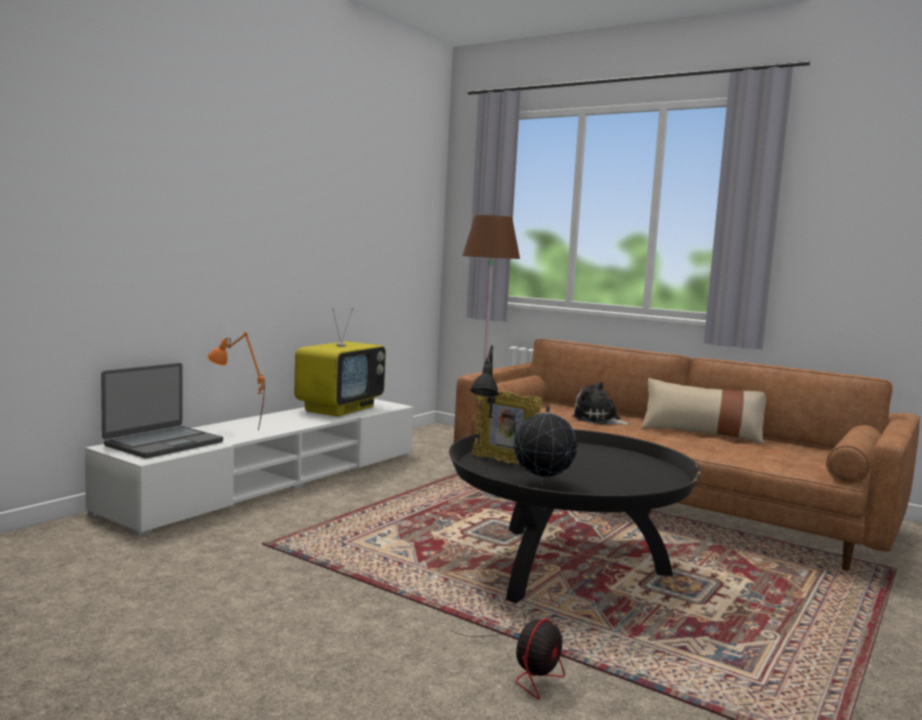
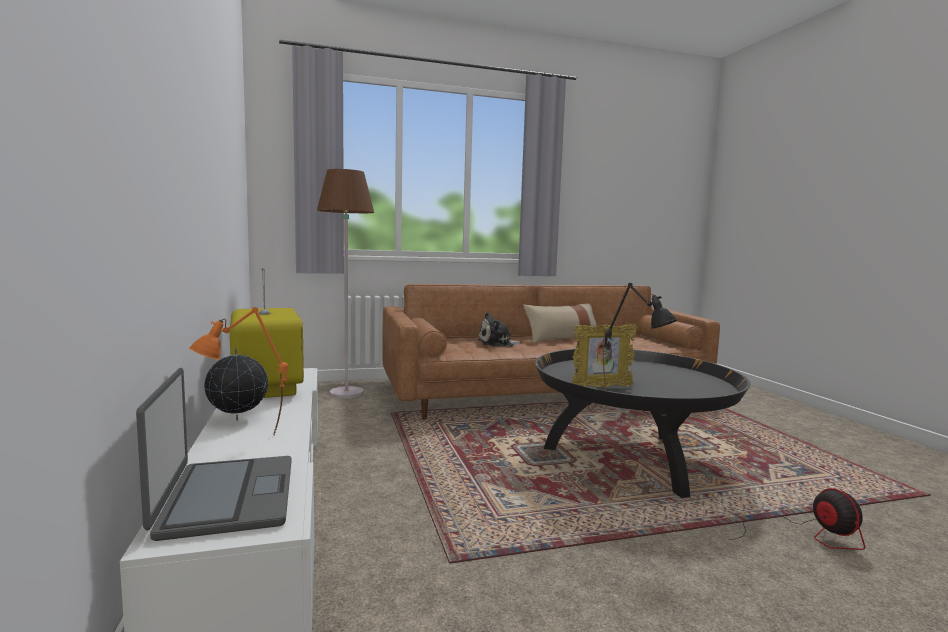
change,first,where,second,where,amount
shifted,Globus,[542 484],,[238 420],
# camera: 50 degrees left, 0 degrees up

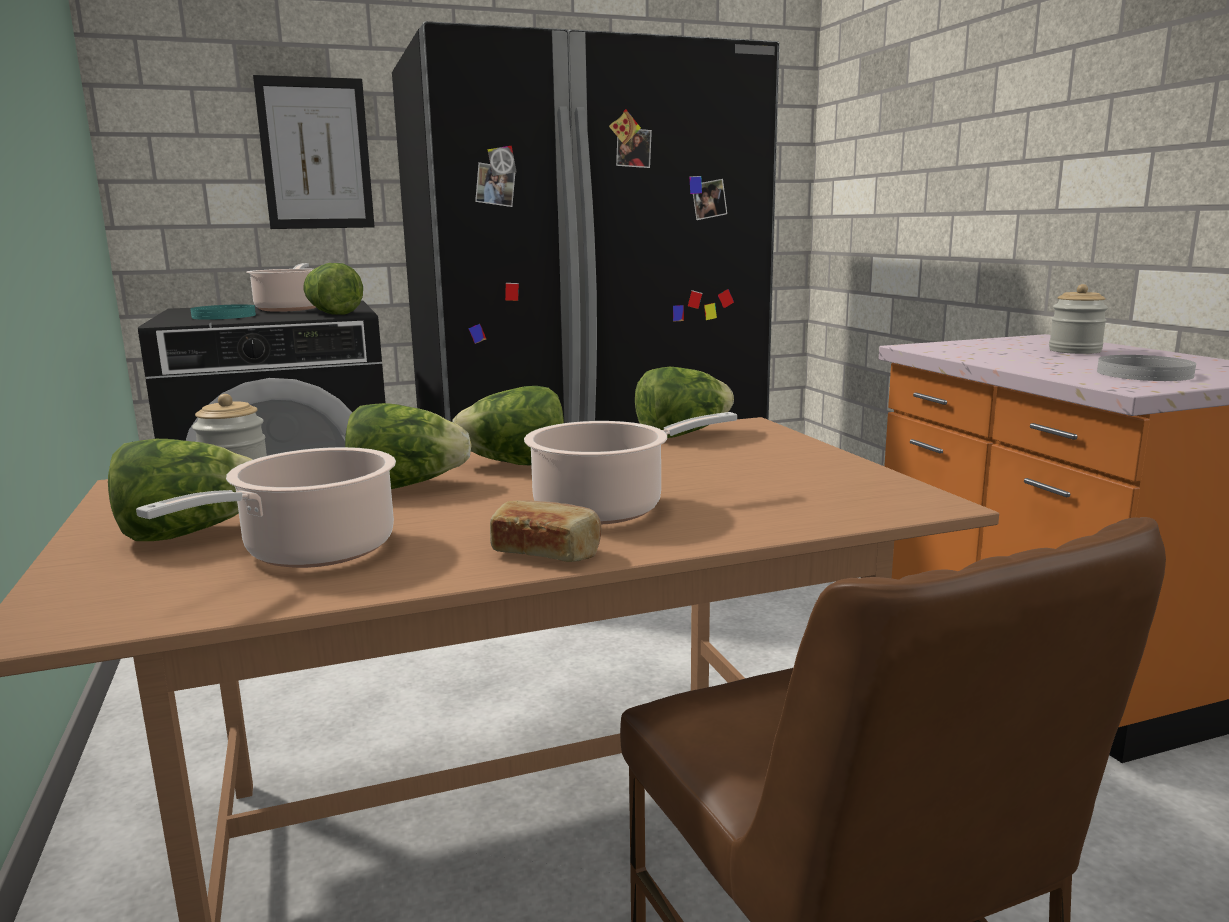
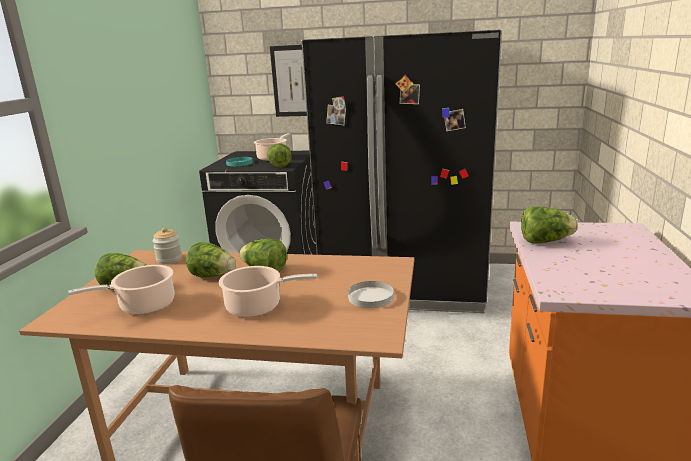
change,first,where,second,where,amount
gone,Brot,[547 553],,,
shifted,Salatkopf,[682 434],,[545 241],
gone,Vorratsglas,[1074 351],,,
shifted,Teller [weiß],[1144 373],,[371 297],
# camera: 30 degrees right, 5 degrees up

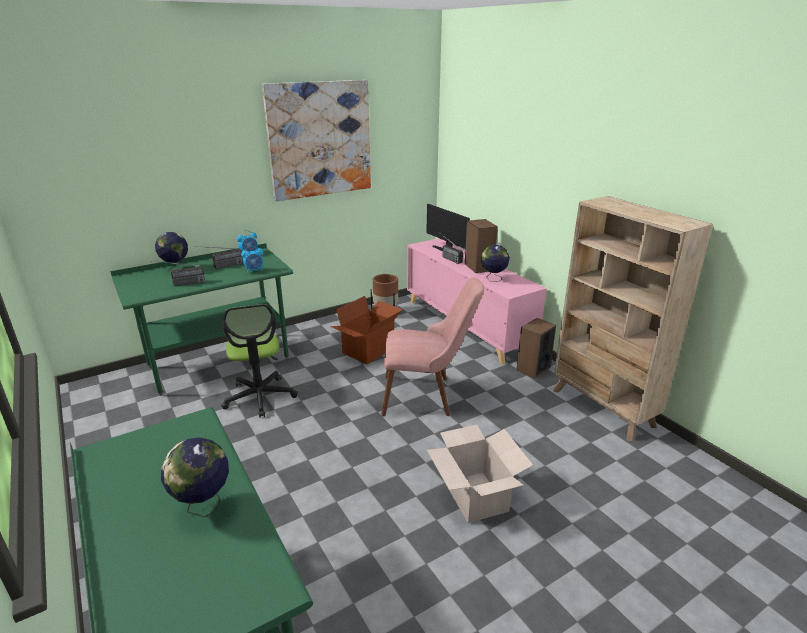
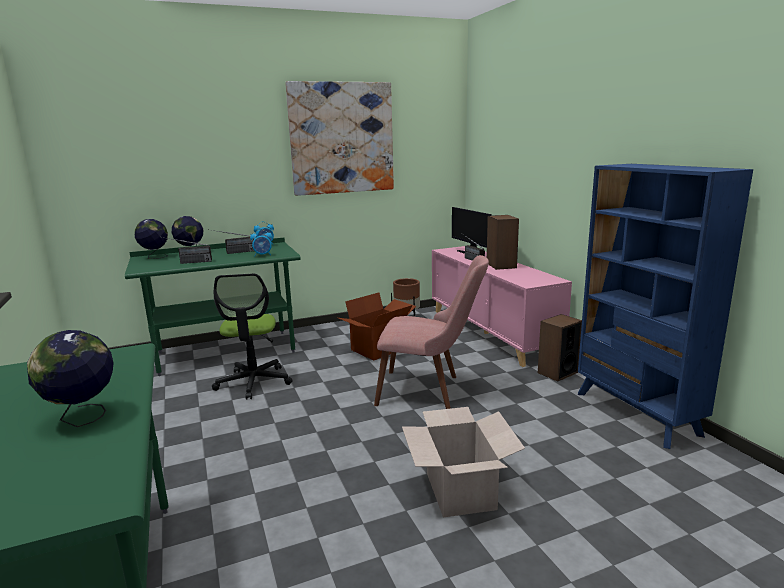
change,first,where,second,where,amount
shifted,Globus,[493 279],,[154 257],
repainted,Bücherregal [beige],[602 408],Bücherregal [blau],[636 414],
# camera: 10 degrees right, 10 degrees down

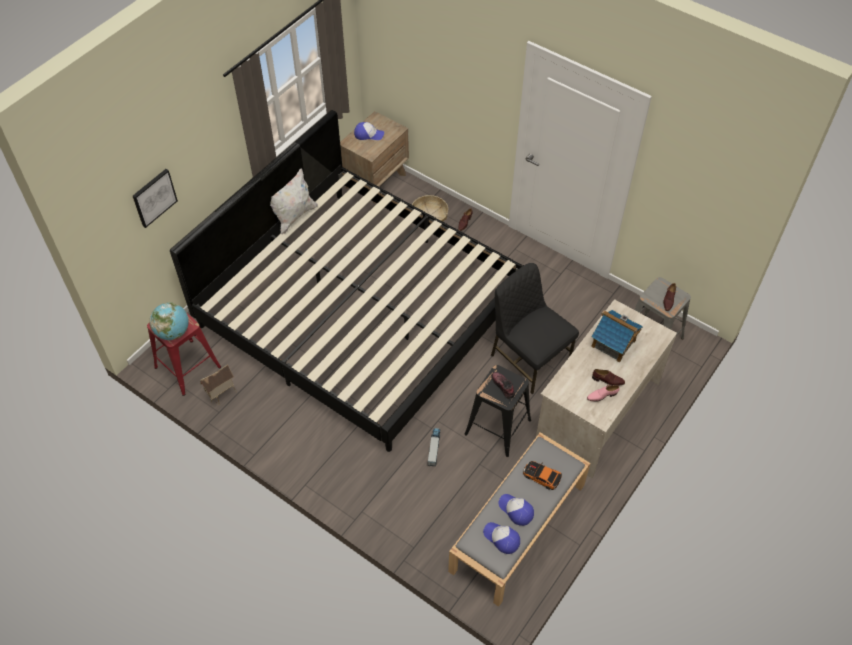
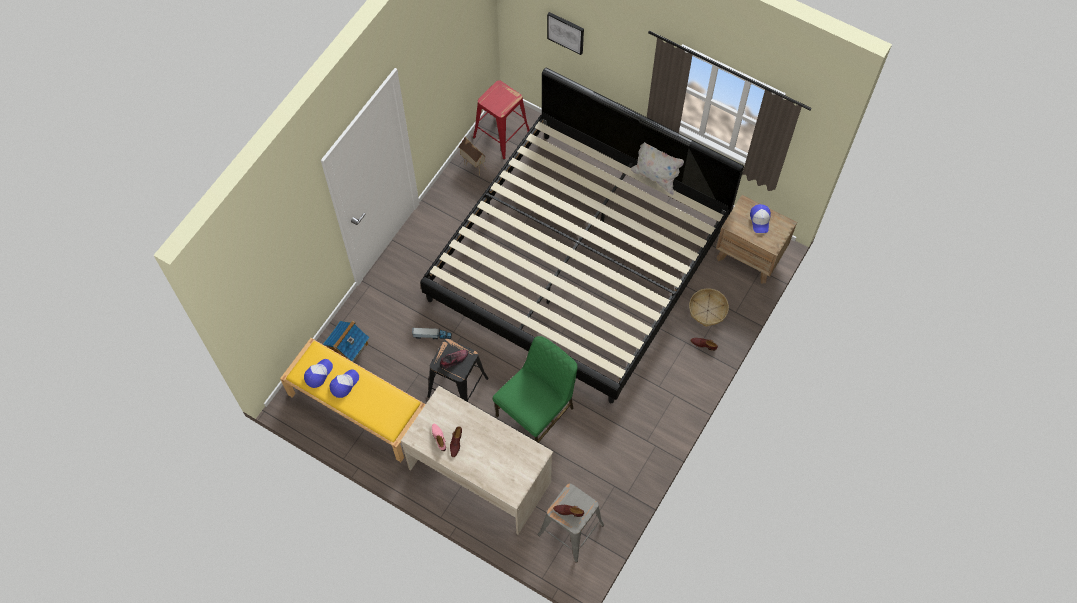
change,first,where,second,where,amount
gone,Globus,[173 332],,,
repainted,Bank [grau],[518 528],Bank [gelb],[357 407],
repainted,Stuhl [schwarz],[528 358],Stuhl [grün],[536 412],
gone,Spielzeugauto,[541 477],,,
shifted,Spielzeughaus,[613 343],,[348 348],
# camera: 85 degrees right, 10 degrees up

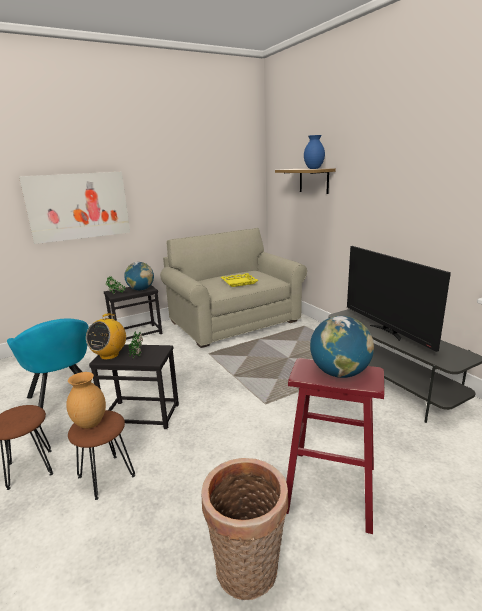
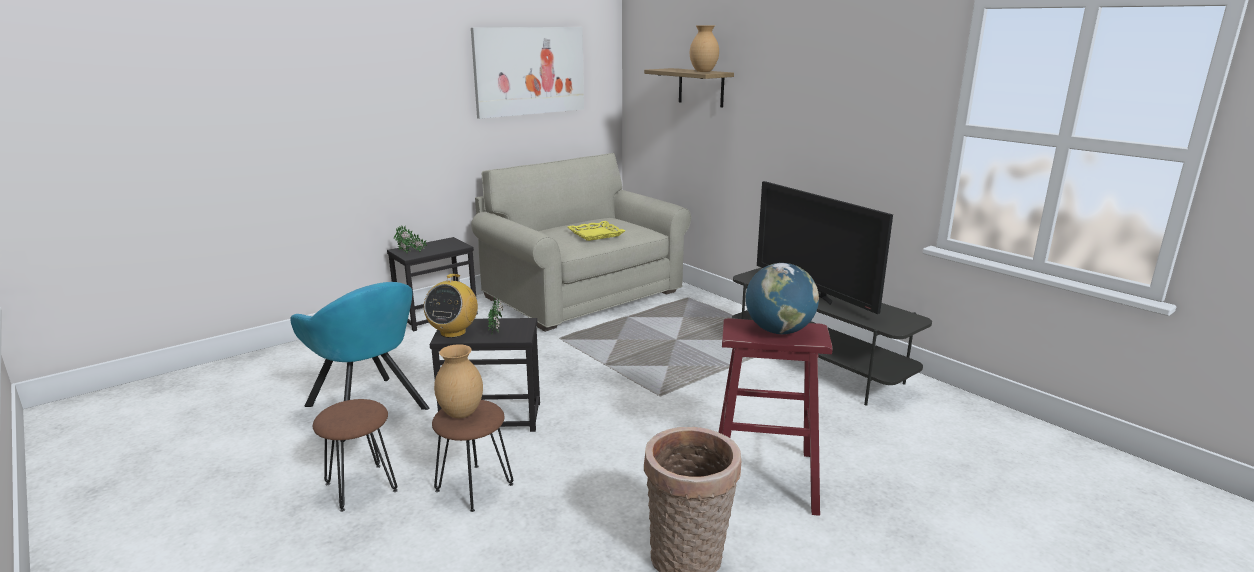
change,first,where,second,where,amount
shifted,Bild,[78 206],,[529 71],
gone,Globus,[141 289],,,
repainted,Vase [blau],[314 168],Vase [braun],[703 71],
# camera: 10 degrees left, 0 degrees up

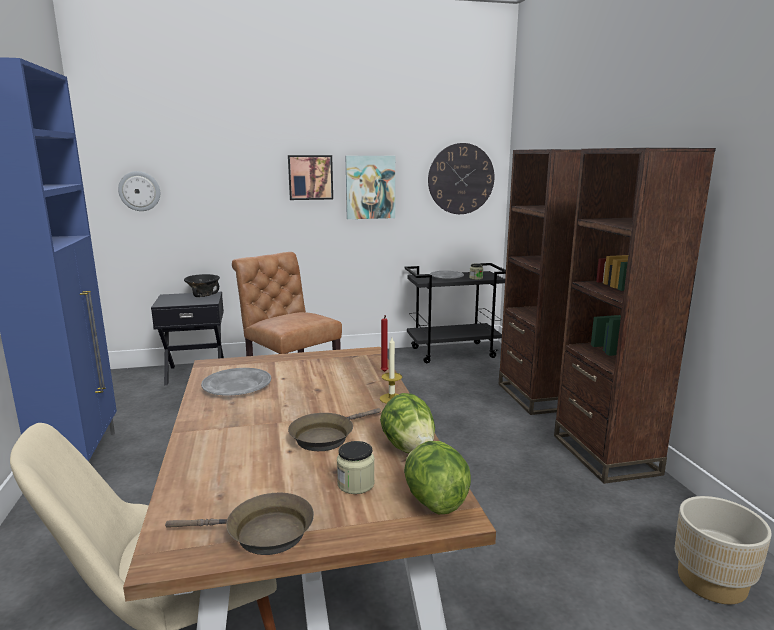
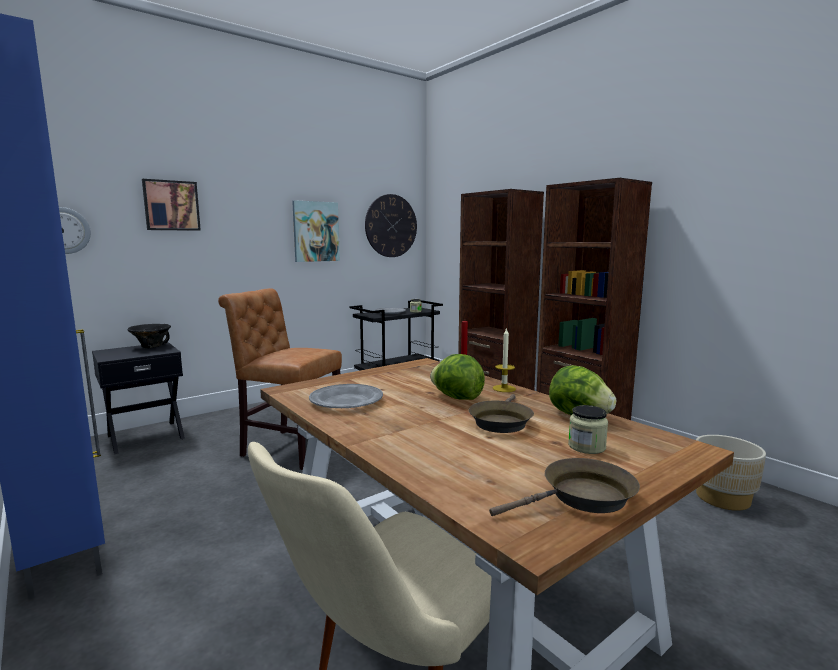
change,first,where,second,where,amount
shifted,Bild,[310 177],,[171 205],
shifted,Salatkopf,[433 501],,[457 398],
# camera: 25 degrees left, 5 degrees down

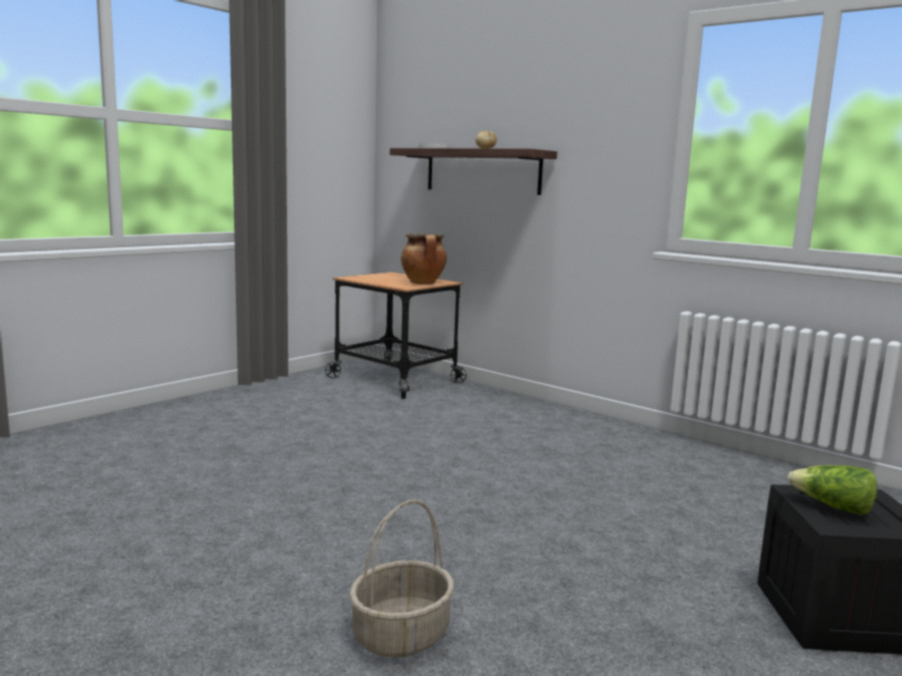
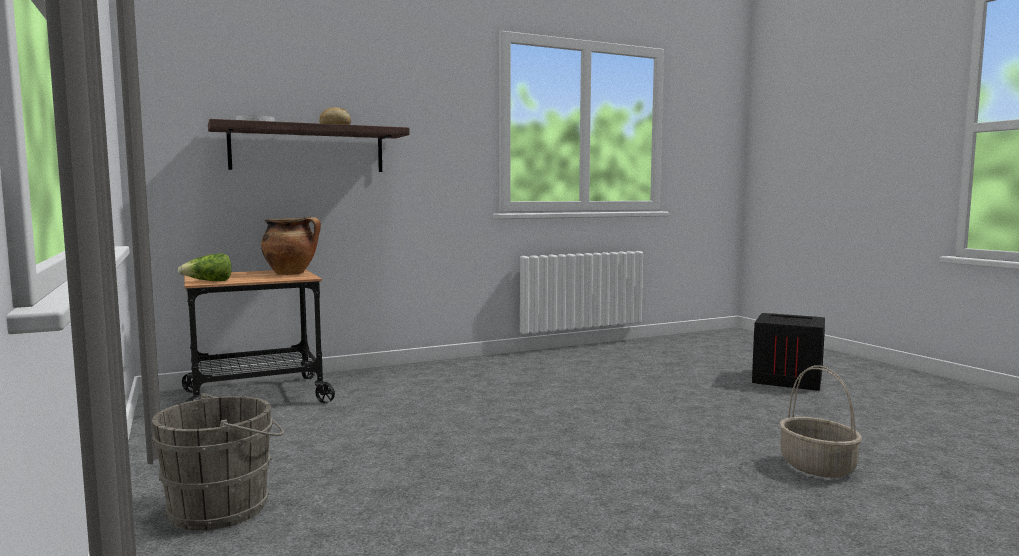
change,first,where,second,where,amount
shifted,Salatkopf,[833 507],,[208 281],
new,,,Eimer [grau],[225 507],
# camera: 65 degrees left, 5 degrees down

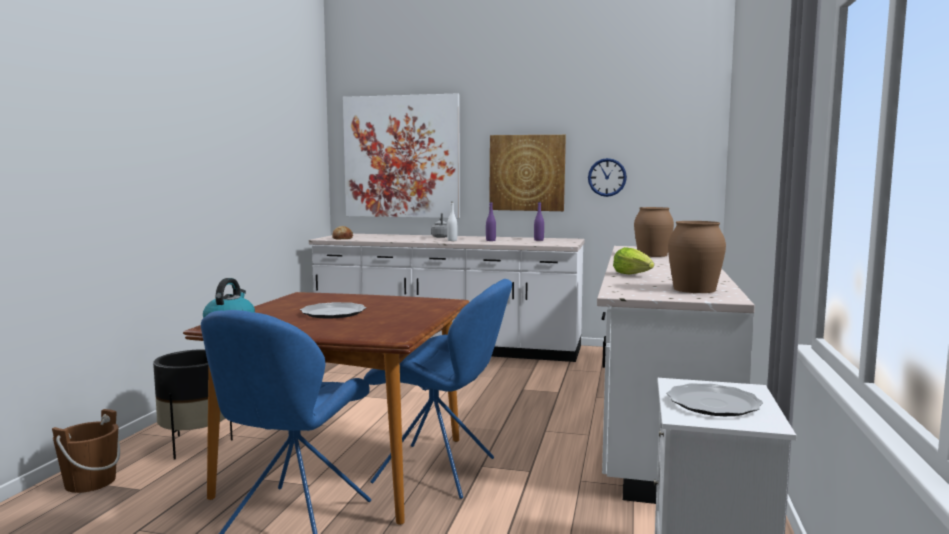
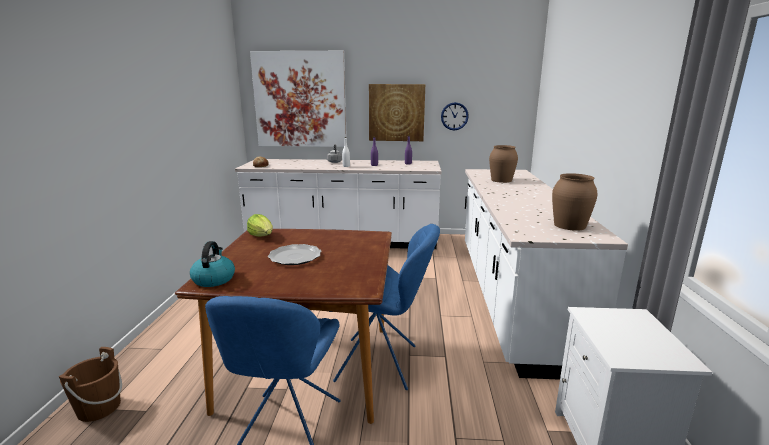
change,first,where,second,where,amount
gone,Pflanzkübel [schwarz],[195 444],,,
shifted,Salatkopf,[633 275],,[262 236],
gone,Teller,[712 403],,,
# camera: 10 degrees left, 10 degrees up

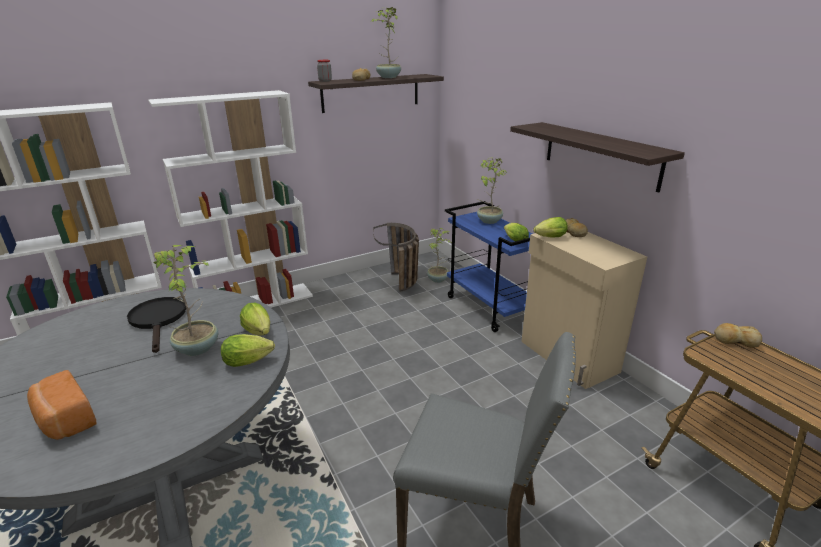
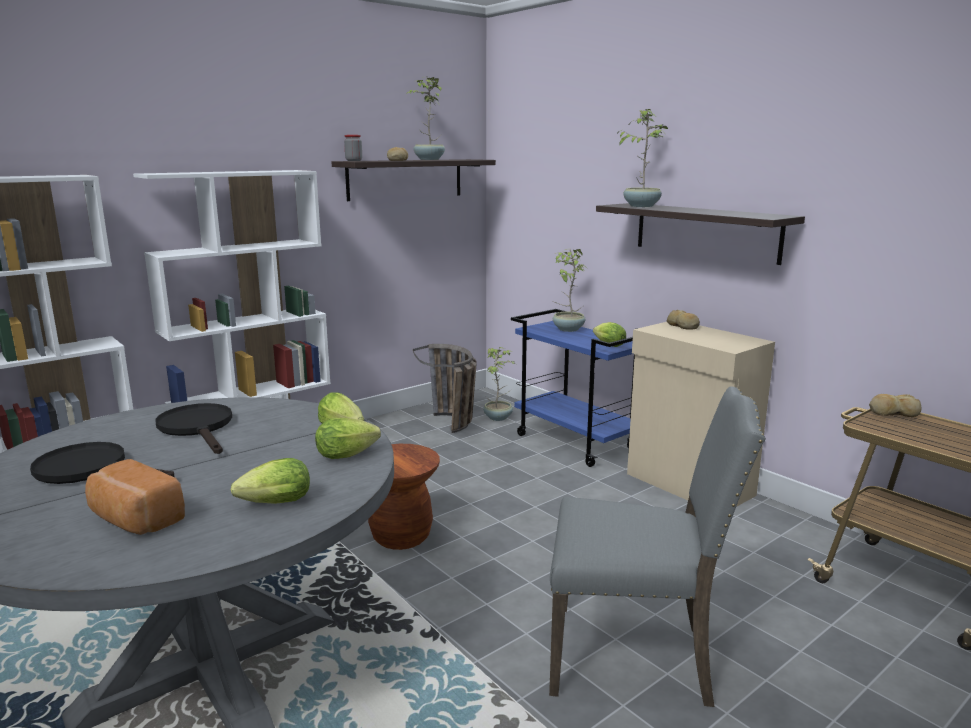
change,first,where,second,where,amount
shifted,Topfpflanze,[198 347],,[641 206],
shifted,Salatkopf,[548 238],,[272 504],
new,,,Pfanne [schwarz],[91 470],
new,,,Hocker [braun],[401 536],
# camera: 10 degrees left, 10 degrees down

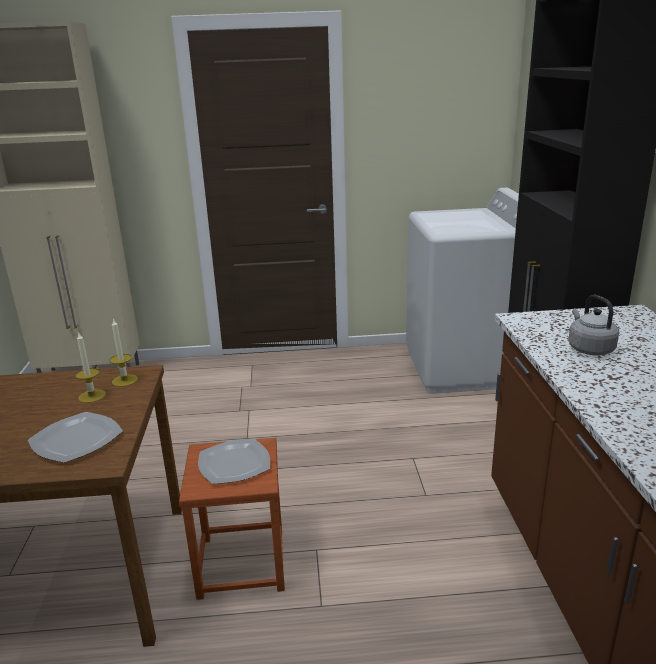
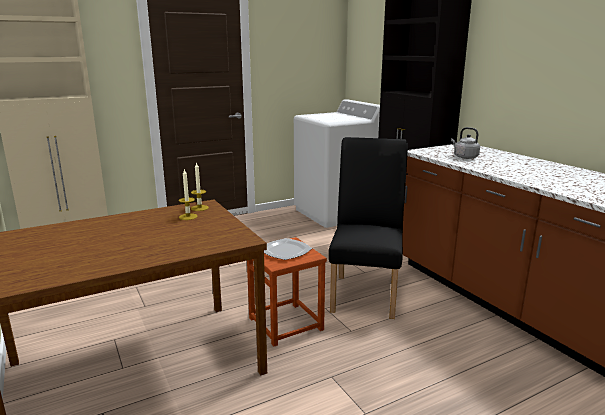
change,first,where,second,where,amount
gone,Teller,[75 440],,,
new,,,Stuhl [schwarz],[366 292],
# camera: 25 degrees left, 5 degrees down

